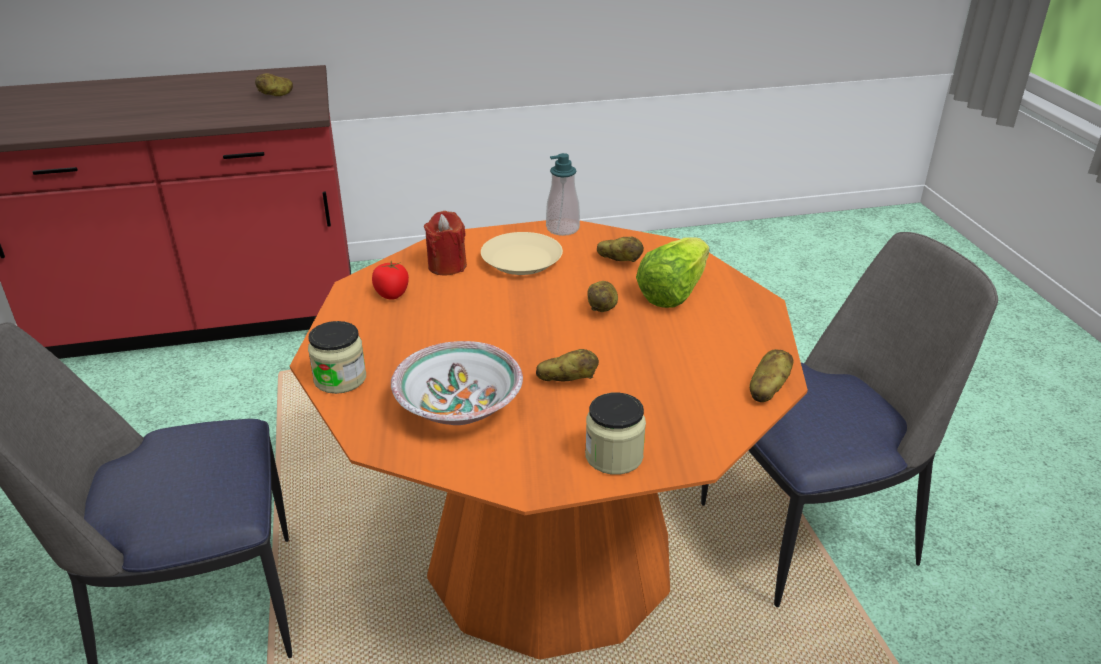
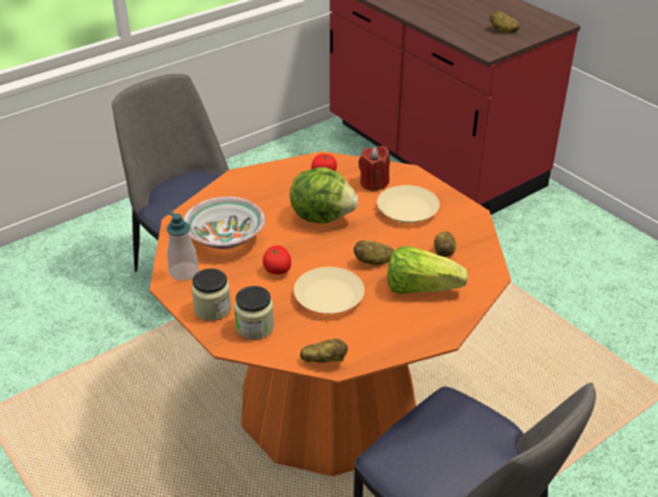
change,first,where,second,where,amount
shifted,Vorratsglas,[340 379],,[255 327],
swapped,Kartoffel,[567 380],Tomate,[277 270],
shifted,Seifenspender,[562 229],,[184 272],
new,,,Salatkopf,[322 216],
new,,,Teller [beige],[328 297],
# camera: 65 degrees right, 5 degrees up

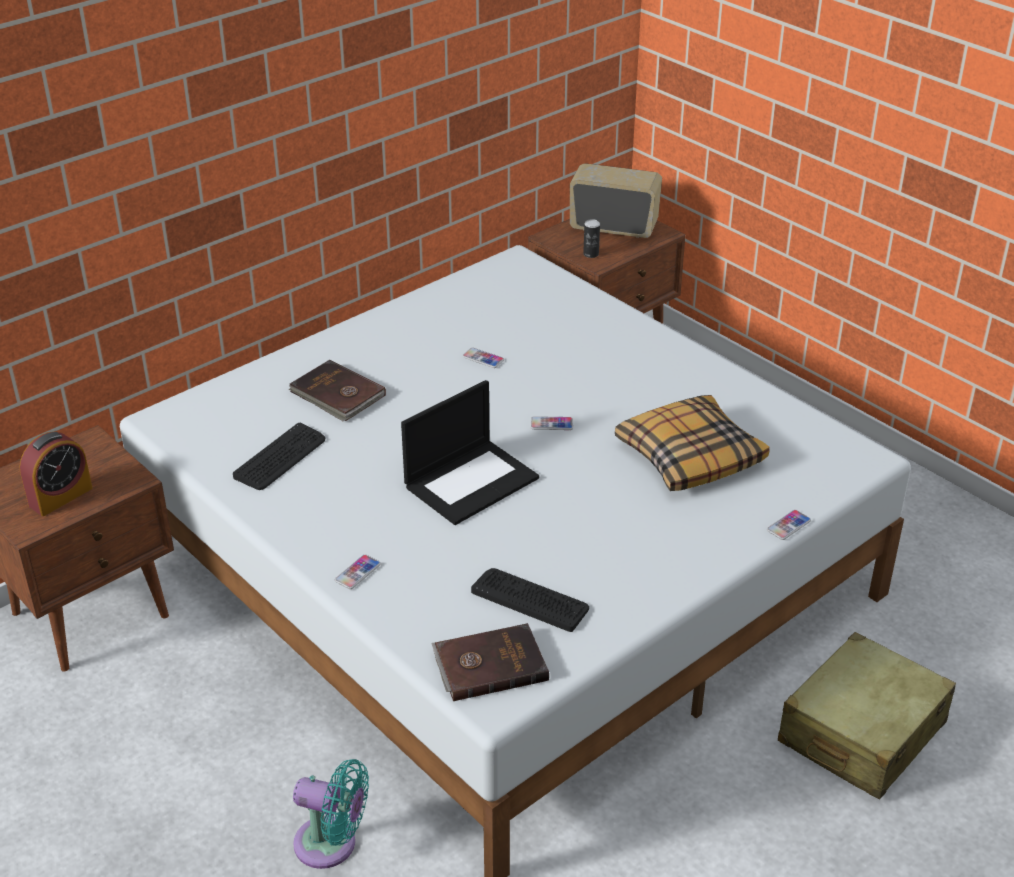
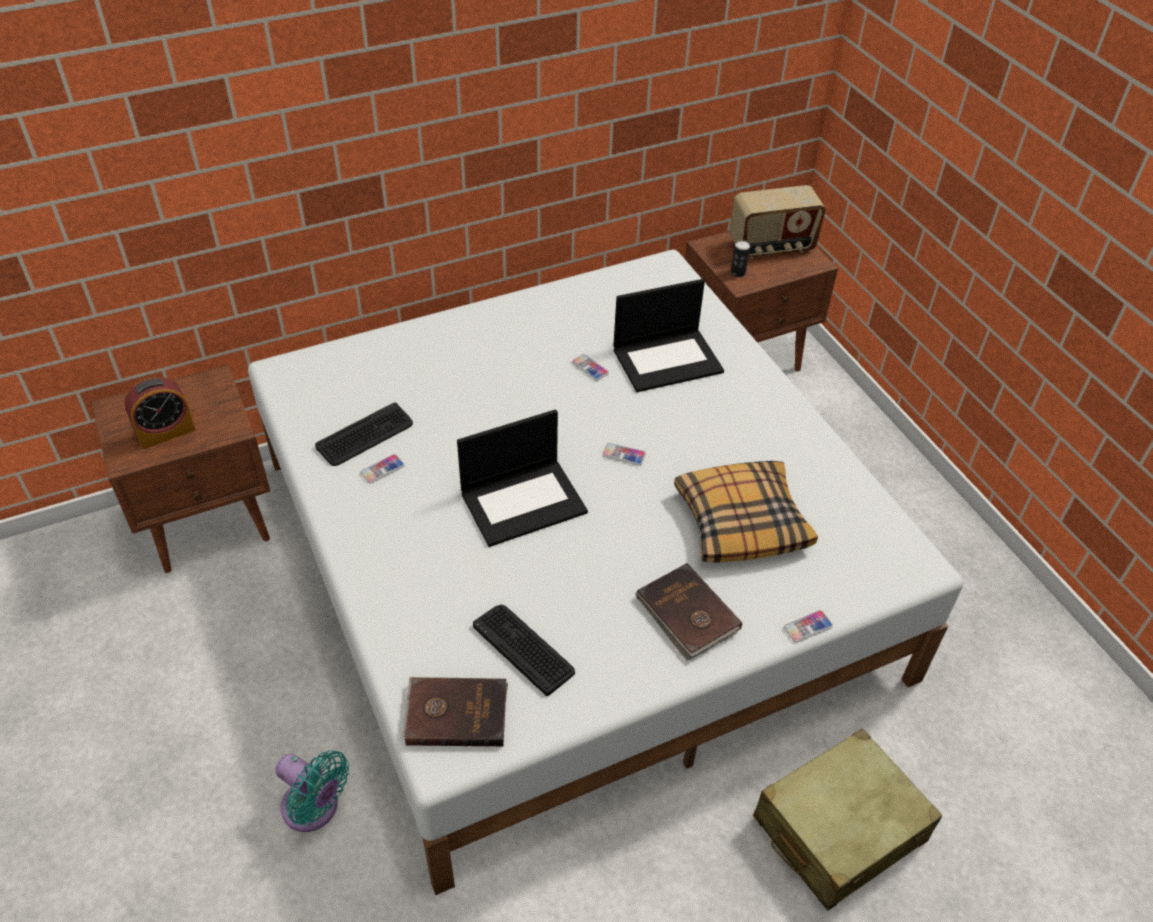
change,first,where,second,where,amount
shifted,Buch [braun],[337 395],,[687 614],
shifted,Handy,[357 573],,[382 469],
rotated,Radio,[614 227],,[771 247],135 degrees clockwise
new,,,Laptop,[668 359],
# camera: 15 degrees right, 10 degrees up

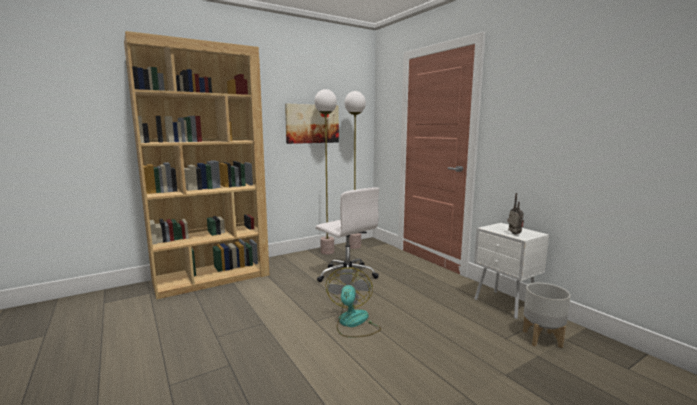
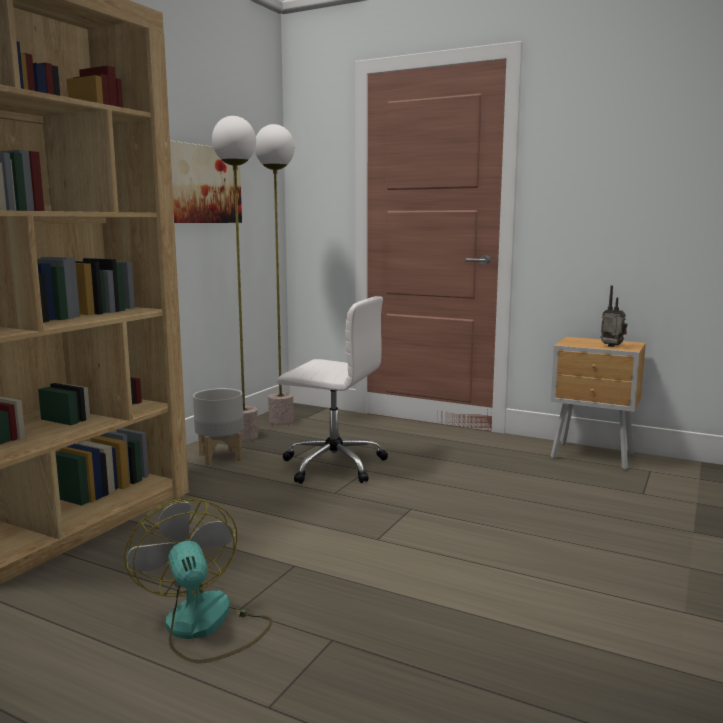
change,first,where,second,where,amount
shifted,Ventilator,[353 323],,[204 627],
repainted,Nachttisch [weiß],[505 305],Nachttisch [braun],[594 457],
shifted,Pflanzkübel [grau],[541 338],,[220 457],
# camera: 30 degrees left, 0 degrees up

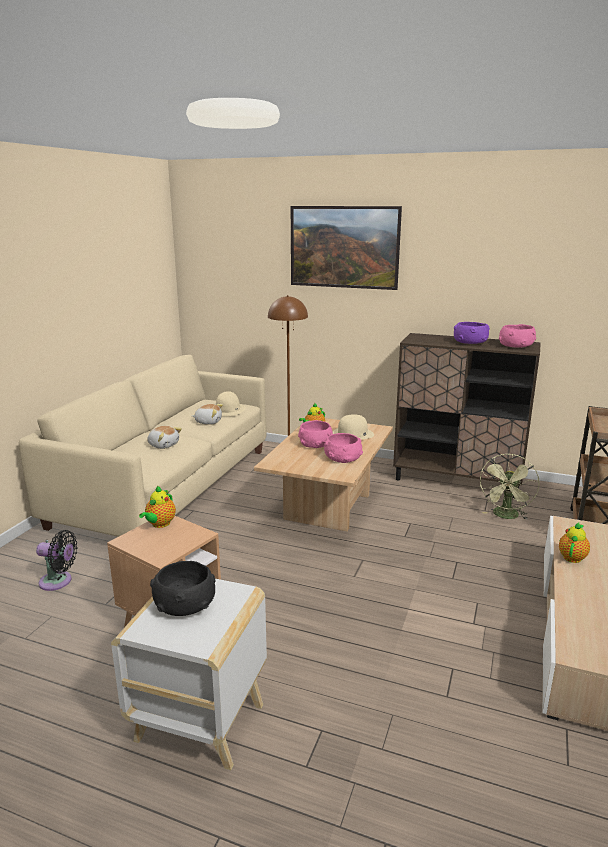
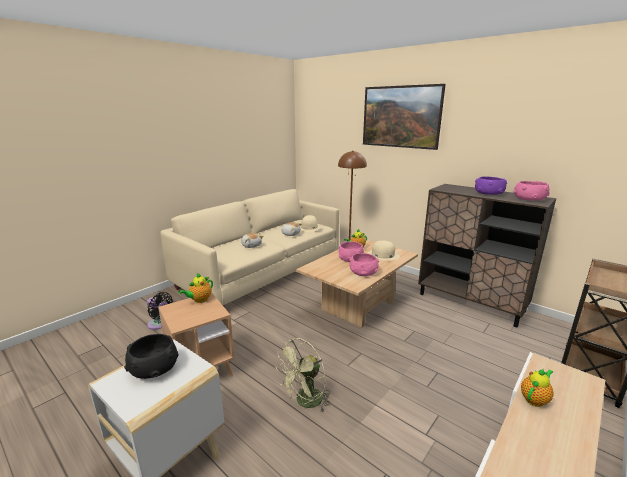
change,first,where,second,where,amount
shifted,Ventilator [grün],[506 516],,[305 402],
# camera: 20 degrees right, 0 degrees up

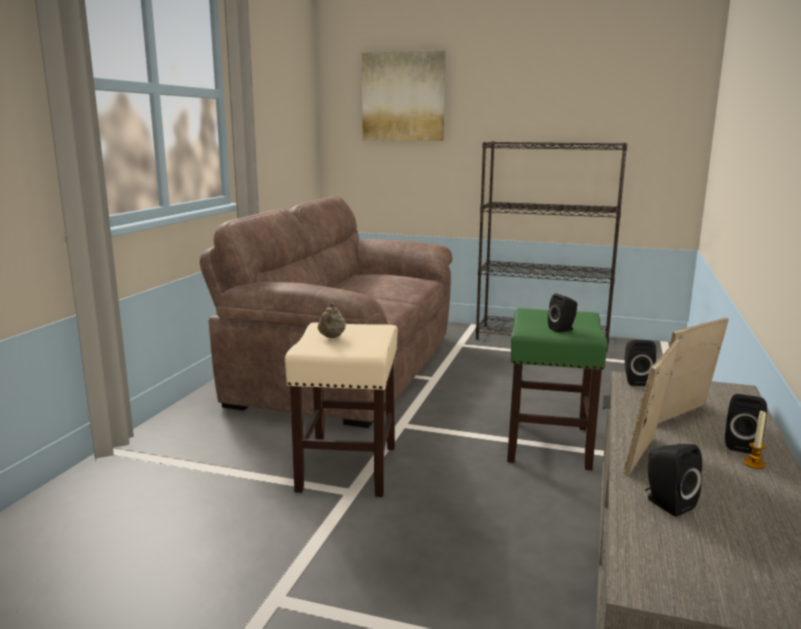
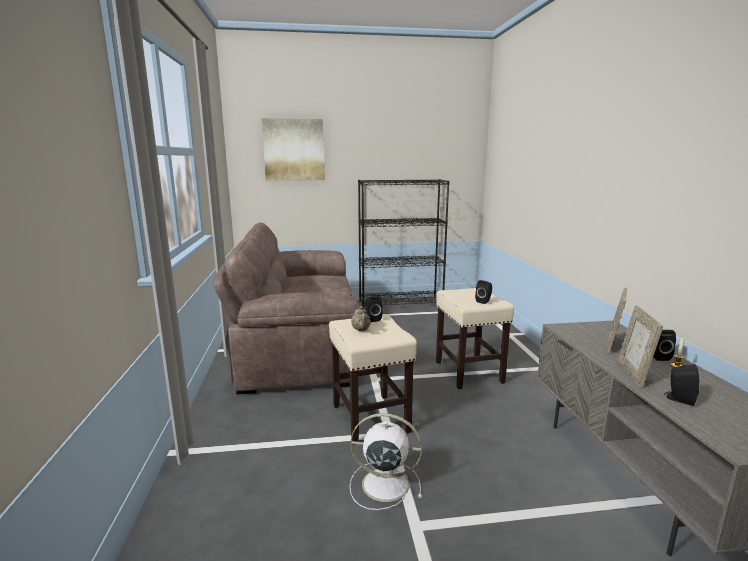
change,first,where,second,where,amount
repainted,Hocker [grün],[548 443],Hocker [beige],[468 371],
shifted,Lautsprecher [schwarz],[635 381],,[372 319],
new,,,Ventilator [weiß],[383 484],
# camera: 25 degrees left, 0 degrees up

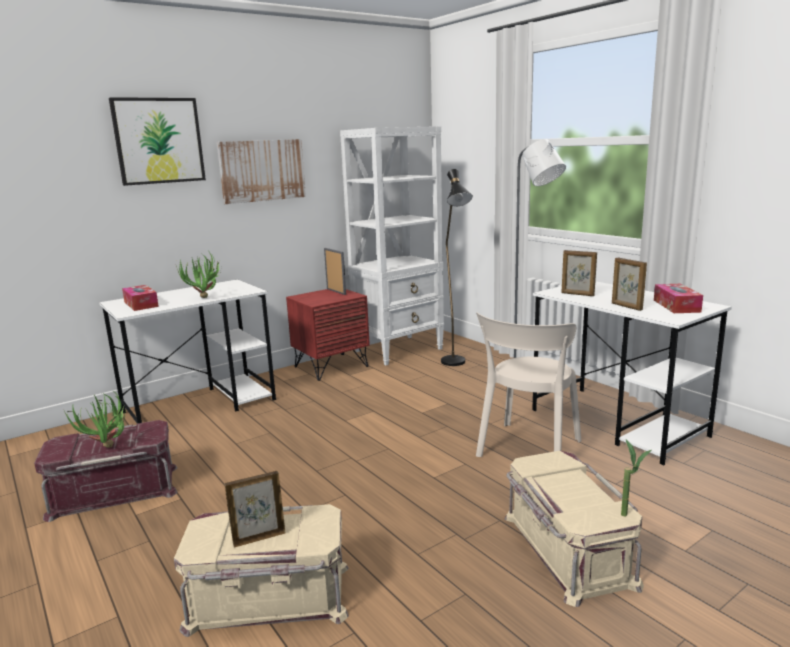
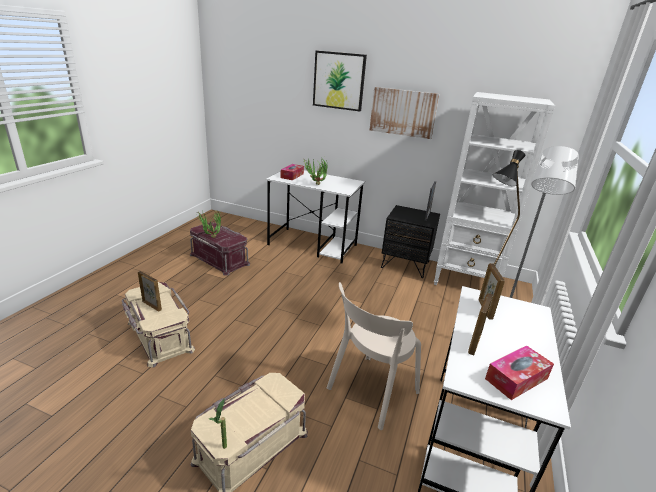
change,first,where,second,where,amount
repainted,Nachttisch [rot],[331 366],Nachttisch [schwarz],[405 264],
rotated,Stuhl [beige],[527 450],,[370 392],45 degrees counterclockwise
# camera: 55 degrees right, 10 degrees up

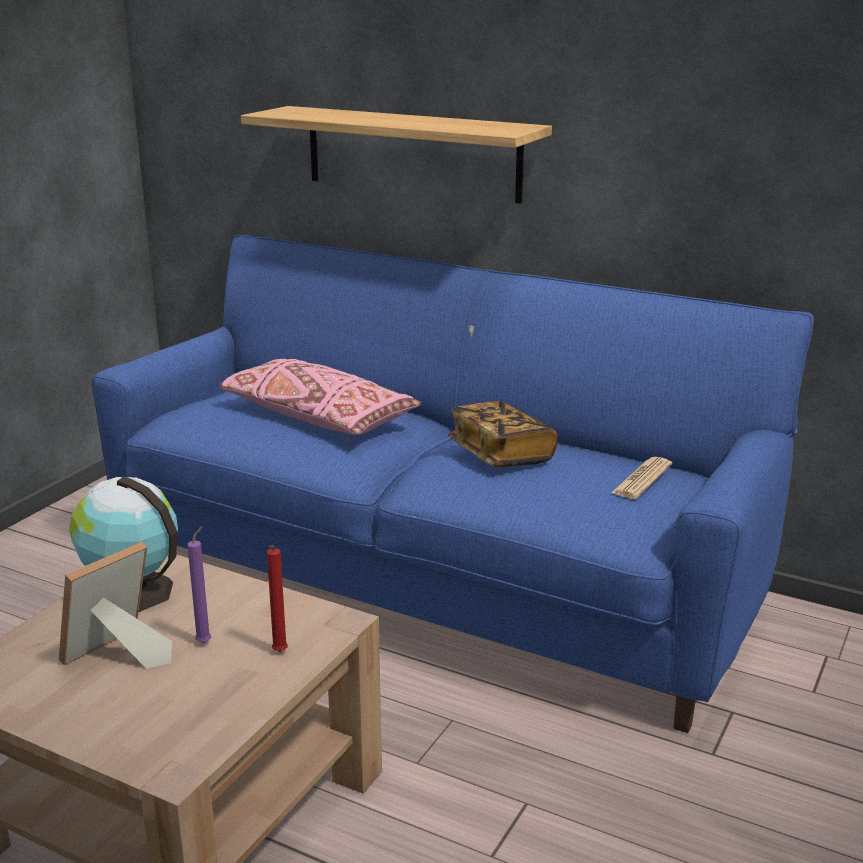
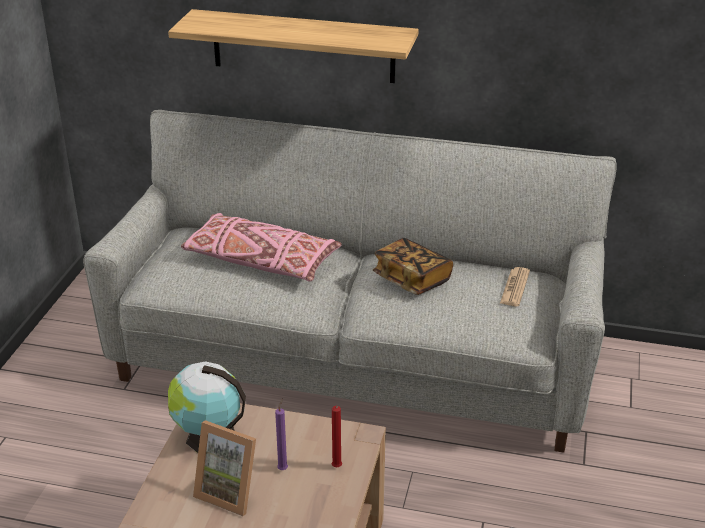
change,first,where,second,where,amount
rotated,Bilderrahmen,[116 657],,[230 491],90 degrees counterclockwise
repainted,Sofa [blau],[432 582],Sofa [grau],[352 363],
# camera: 15 degrees left, 10 degrees up

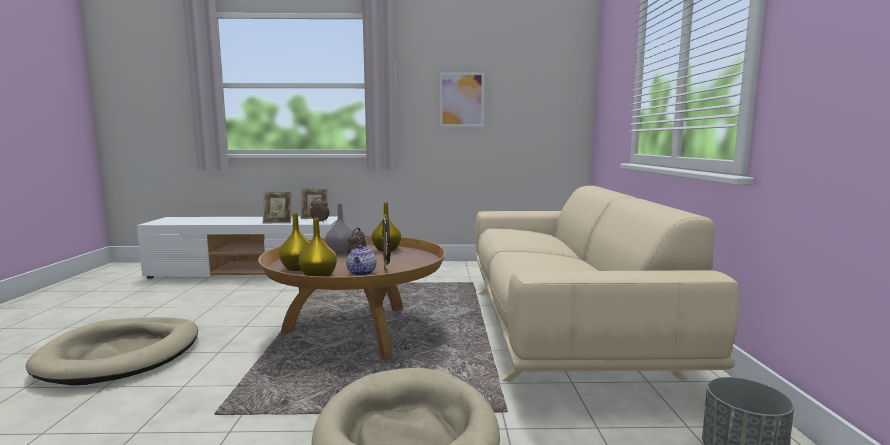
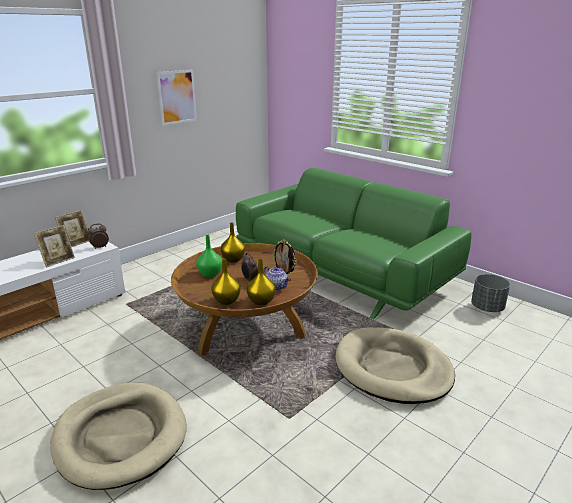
change,first,where,second,where,amount
repainted,Vase [grau],[341 252],Vase [grün],[210 274],
repainted,Sofa [beige],[561 327],Sofa [grün],[342 273],
# camera: 45 degrees left, 15 degrees up

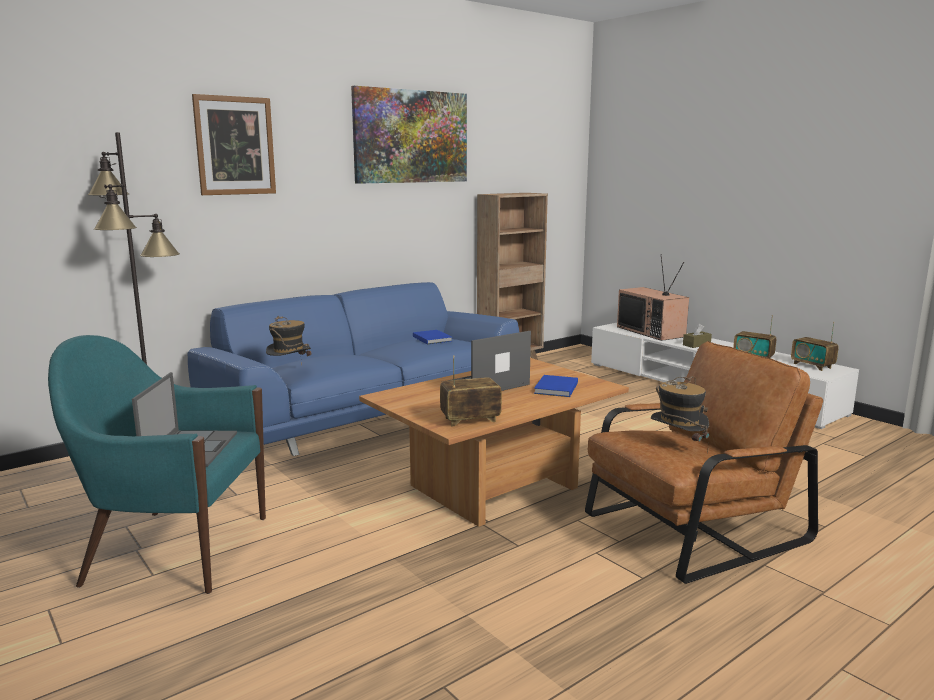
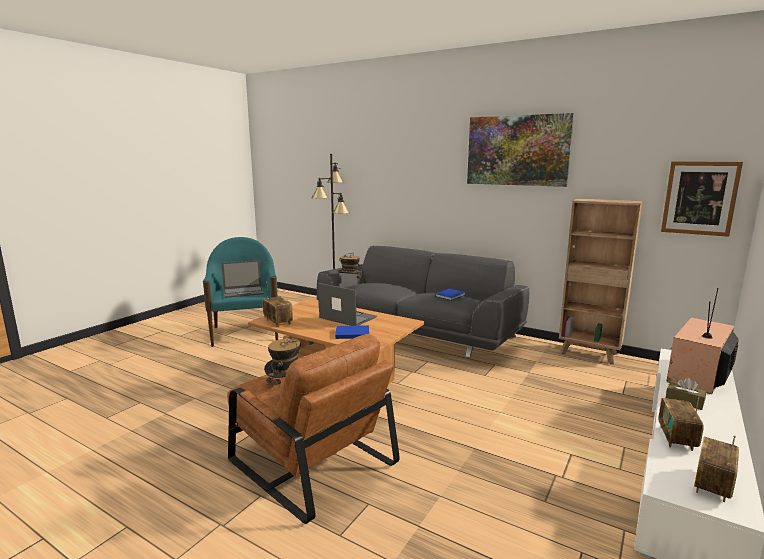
change,first,where,second,where,amount
repainted,Sofa [blau],[366 417],Sofa [grau],[419 332],
shifted,Bild,[235 146],,[699 198],
# camera: 70 degrees right, 0 degrees up

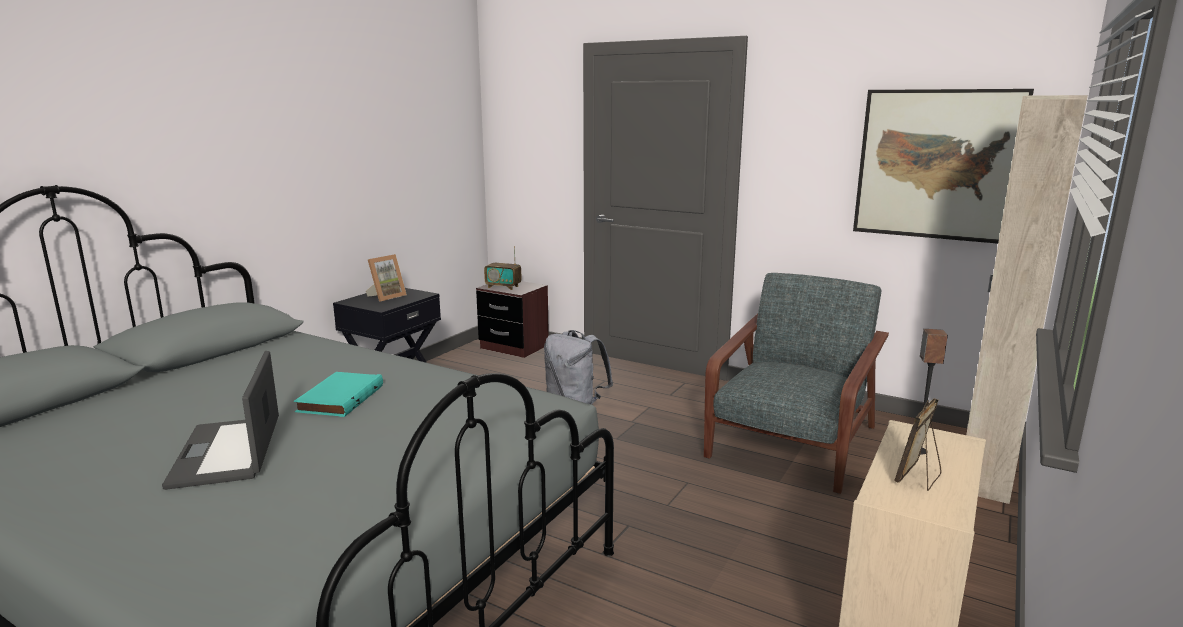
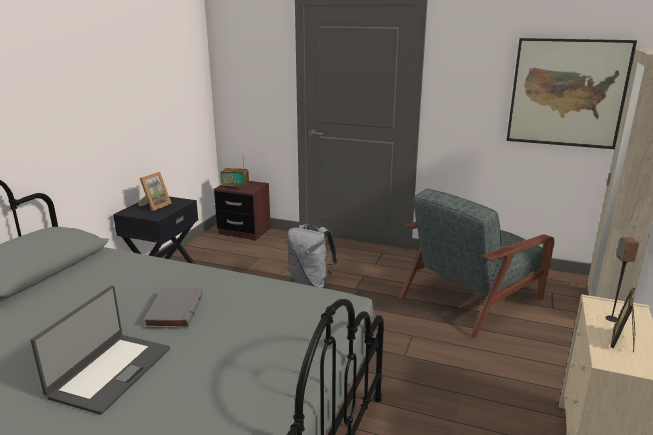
change,first,where,second,where,amount
rotated,Laptop,[229 452],,[110 372],135 degrees counterclockwise
repainted,Buch [türkis],[339 398],Buch [grau],[173 310],
rotated,Sessel [grau],[791 444],,[472 297],150 degrees counterclockwise
# camera: 10 degrees left, 5 degrees up

